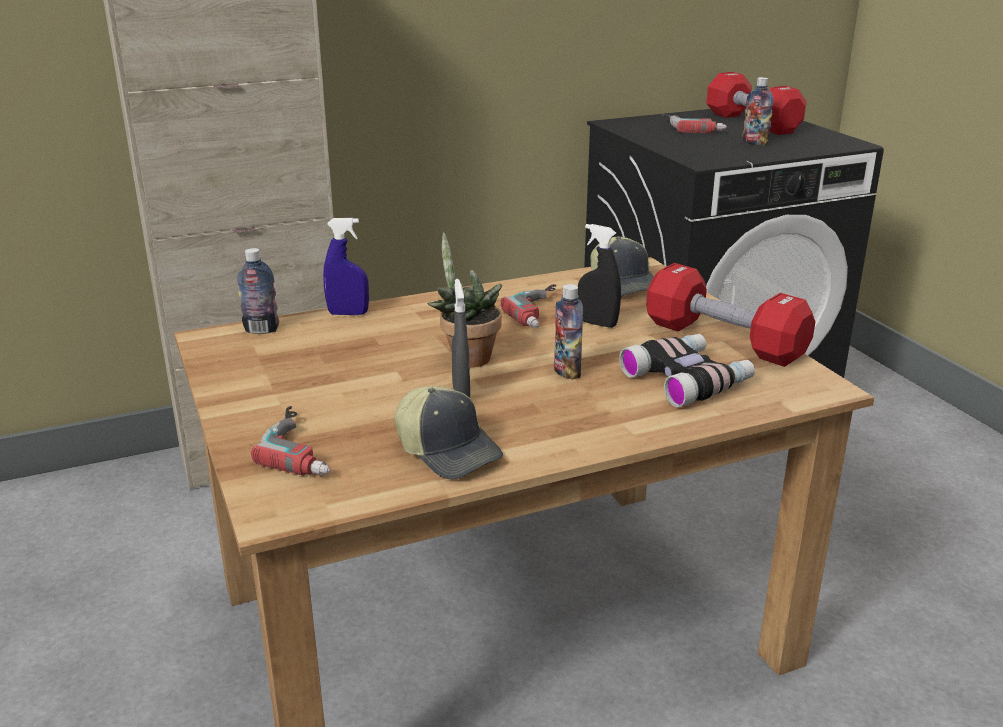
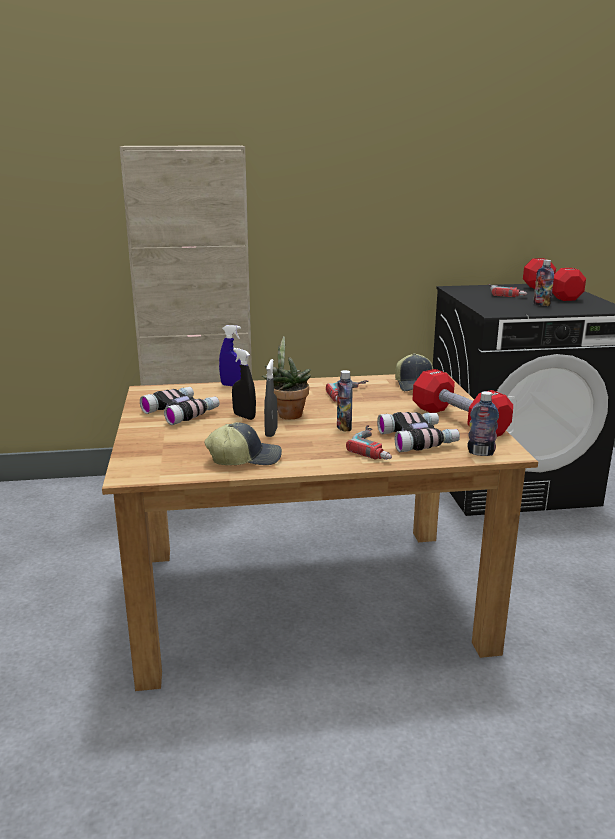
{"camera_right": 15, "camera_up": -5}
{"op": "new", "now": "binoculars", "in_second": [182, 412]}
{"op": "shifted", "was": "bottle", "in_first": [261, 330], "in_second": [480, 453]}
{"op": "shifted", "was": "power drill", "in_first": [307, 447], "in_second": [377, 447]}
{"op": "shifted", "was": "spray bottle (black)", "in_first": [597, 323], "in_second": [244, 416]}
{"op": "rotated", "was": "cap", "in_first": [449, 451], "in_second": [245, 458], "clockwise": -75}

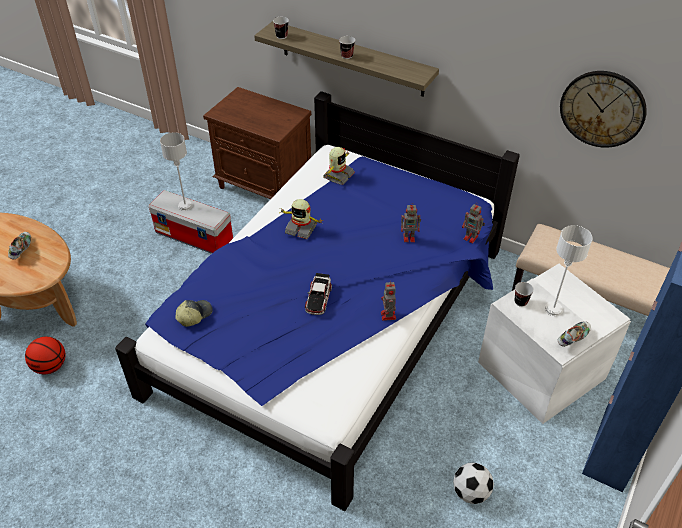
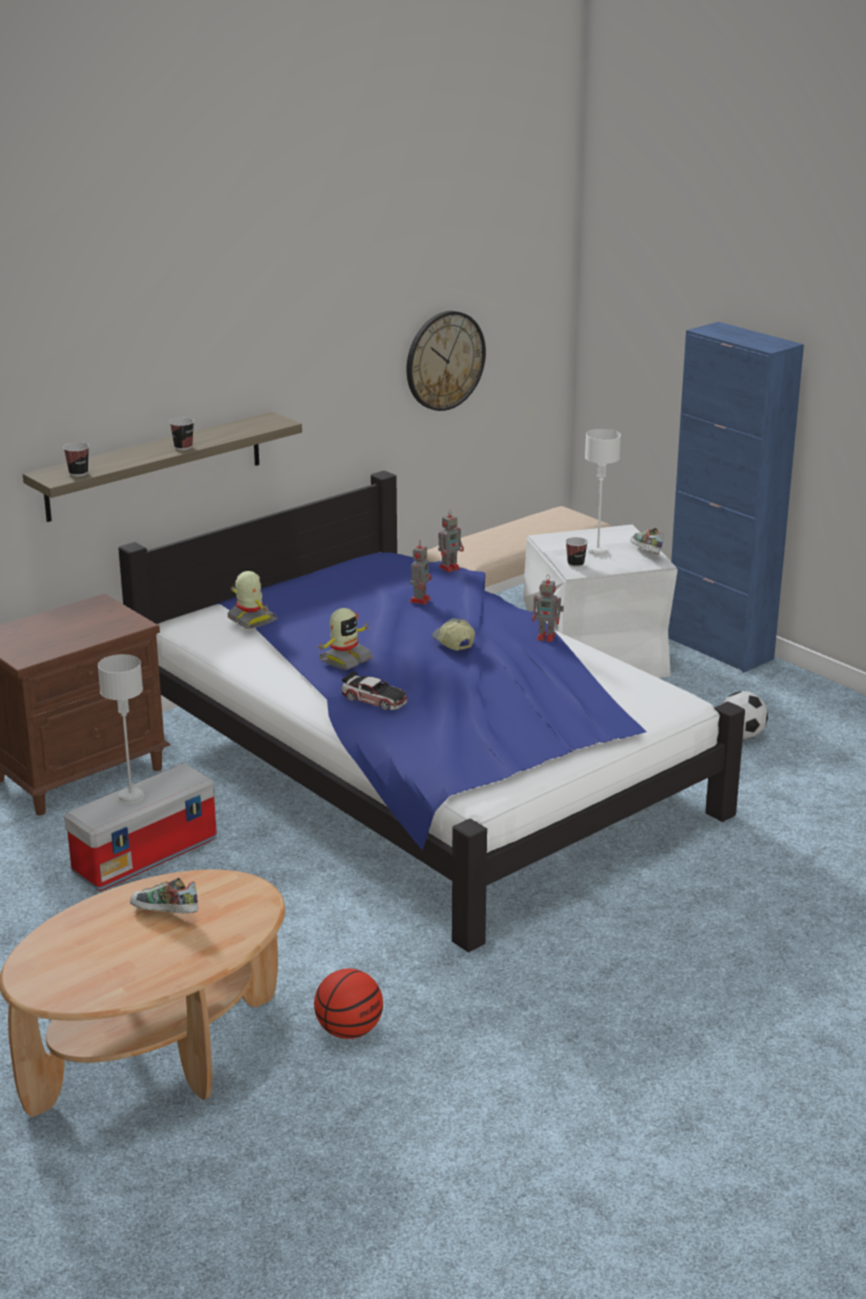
{"camera_right": -70, "camera_up": -20}
{"op": "shifted", "was": "cap", "in_first": [194, 315], "in_second": [453, 642]}
{"op": "shifted", "was": "toy car", "in_first": [318, 298], "in_second": [374, 699]}

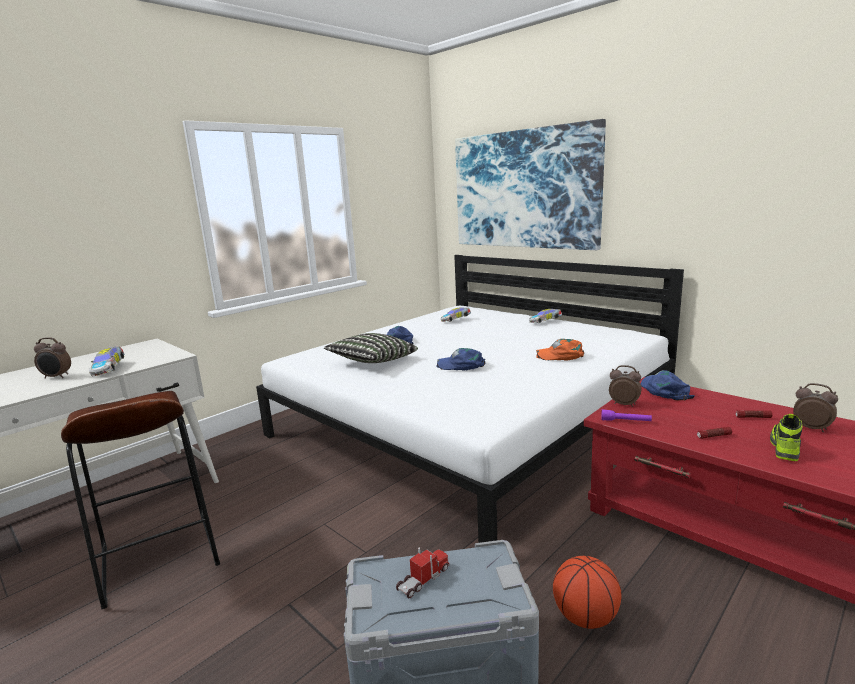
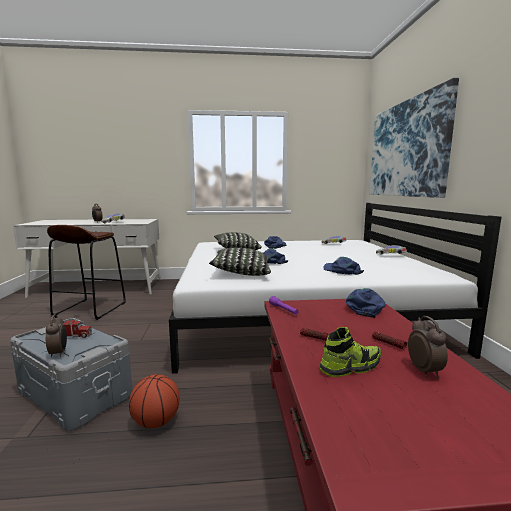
{"camera_right": 40, "camera_up": -5}
{"op": "new", "now": "pillow", "in_second": [241, 273]}
{"op": "shifted", "was": "alarm clock", "in_first": [624, 404], "in_second": [59, 353]}
{"op": "repainted", "was": "cap (orange)", "now": "cap (blue)", "in_first": [561, 356], "in_second": [342, 270]}

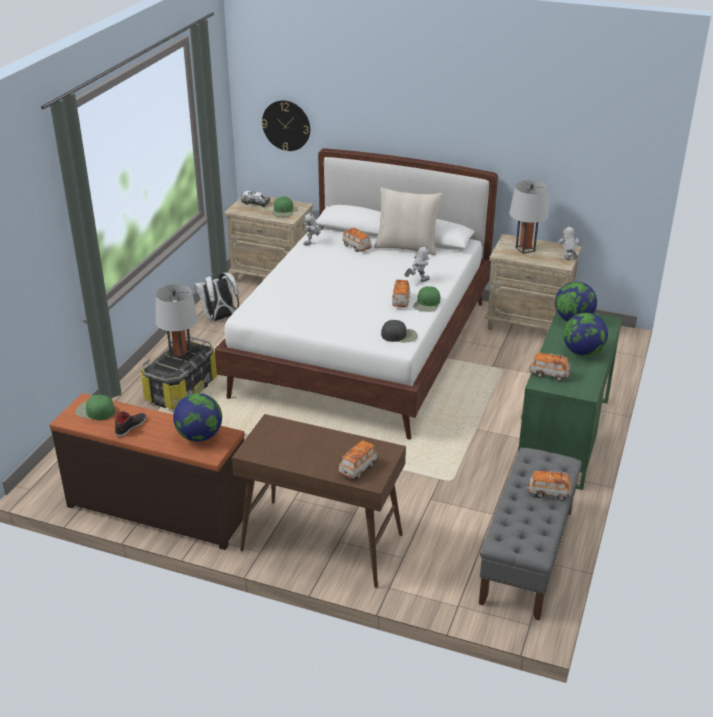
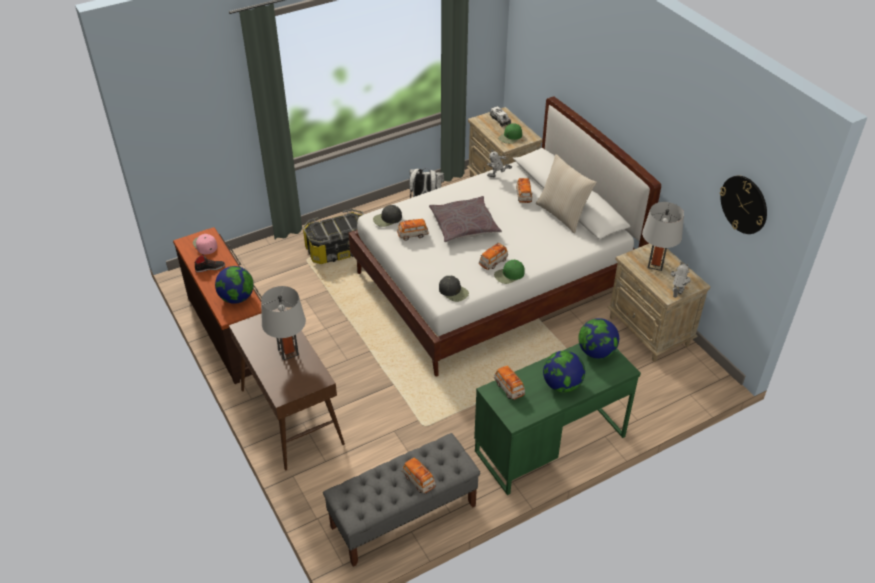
{"camera_right": 40, "camera_up": 10}
{"op": "gone", "was": "toy robot", "in_first": [417, 281]}
{"op": "new", "now": "cap (black)", "in_second": [387, 219]}
{"op": "new", "now": "pillow (grey)", "in_second": [464, 225]}
{"op": "shifted", "was": "table lamp (grey)", "in_first": [180, 355], "in_second": [288, 352]}
{"op": "shifted", "was": "wall clock", "in_first": [286, 125], "in_second": [744, 204]}
{"op": "shifted", "was": "toy car", "in_first": [358, 468], "in_second": [413, 235]}
{"op": "repainted", "was": "cap (green)", "now": "cap (pink)", "in_first": [95, 411], "in_second": [205, 245]}

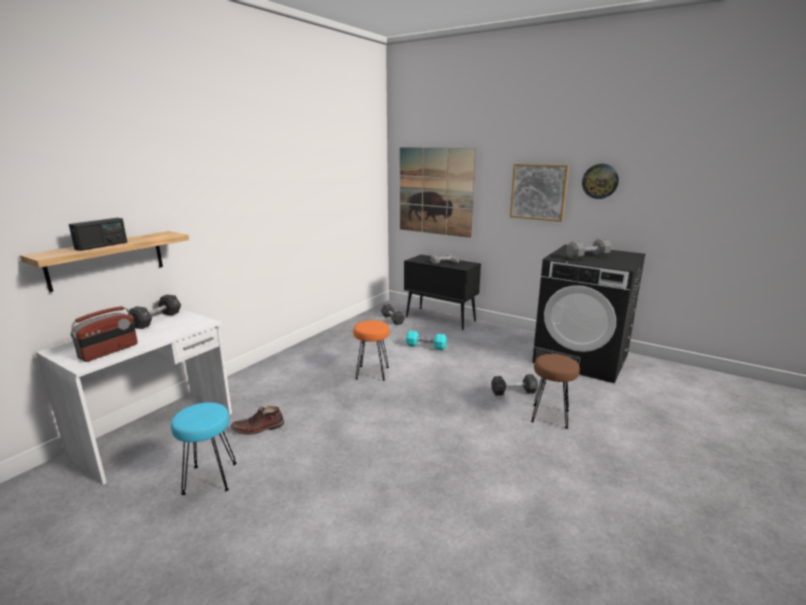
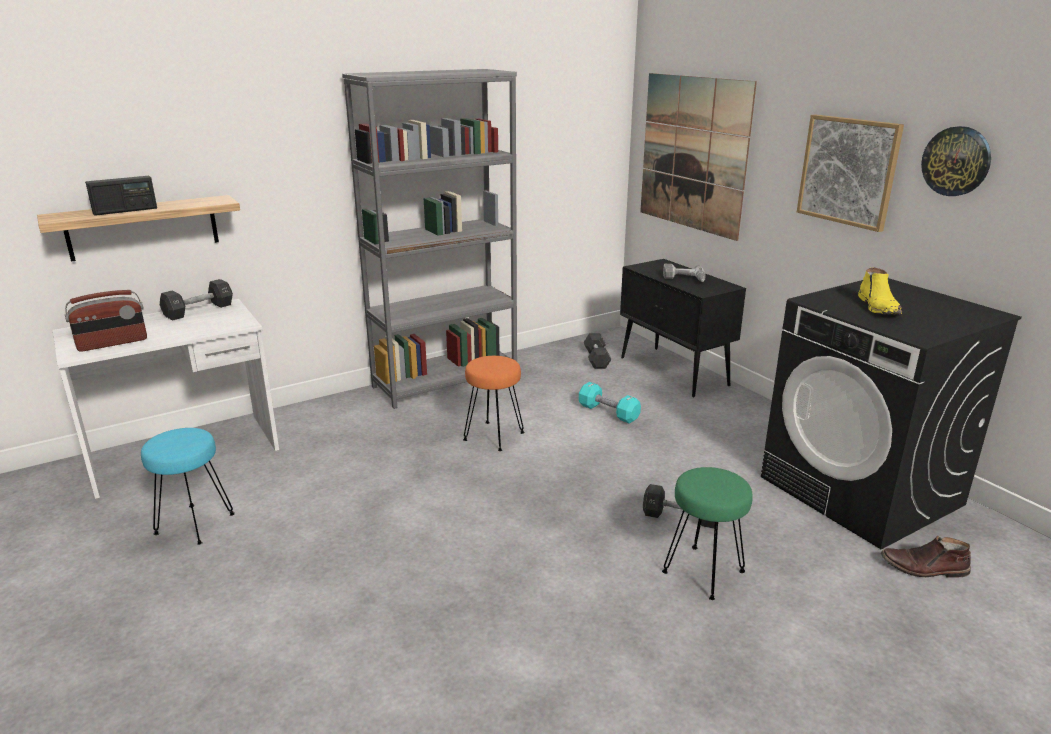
{"camera_right": 25, "camera_up": 5}
{"op": "new", "now": "bookcase (grey)", "in_second": [445, 381]}
{"op": "shifted", "was": "boot (brown)", "in_first": [258, 428], "in_second": [924, 568]}
{"op": "swapped", "was": "dumbbell (grey)", "now": "boot (yellow)", "in_first": [587, 257], "in_second": [879, 307]}
{"op": "repainted", "was": "stool (brown)", "now": "stool (green)", "in_first": [550, 416], "in_second": [704, 573]}

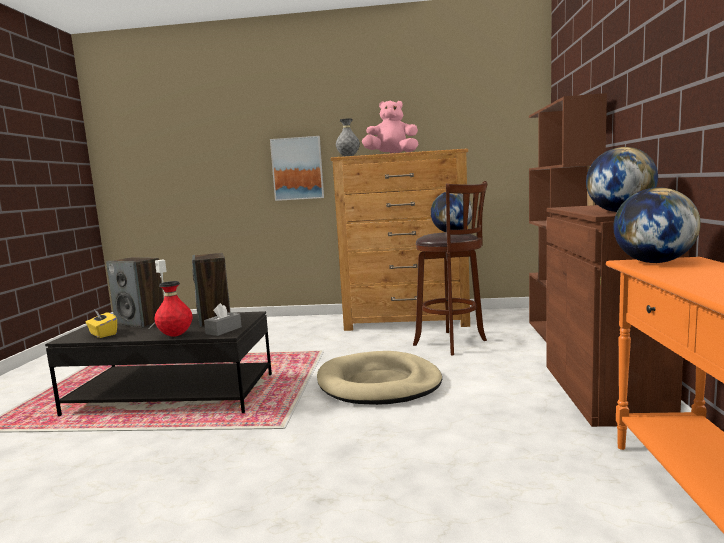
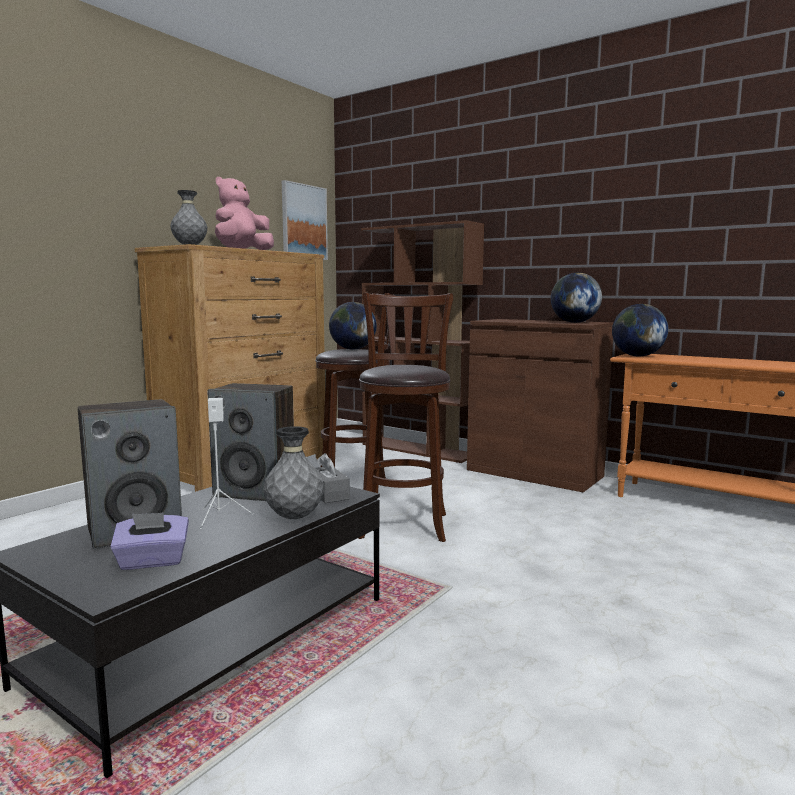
{"camera_right": -60, "camera_up": 0}
{"op": "shifted", "was": "picture", "in_first": [297, 168], "in_second": [303, 222]}
{"op": "swapped", "was": "dog bed (beige)", "now": "stool (brown)", "in_first": [379, 384], "in_second": [404, 523]}
{"op": "repainted", "was": "tissue box (yellow)", "now": "tissue box (purple)", "in_first": [103, 334], "in_second": [152, 561]}
{"op": "repainted", "was": "vase (red)", "now": "vase (grey)", "in_first": [176, 335], "in_second": [294, 517]}

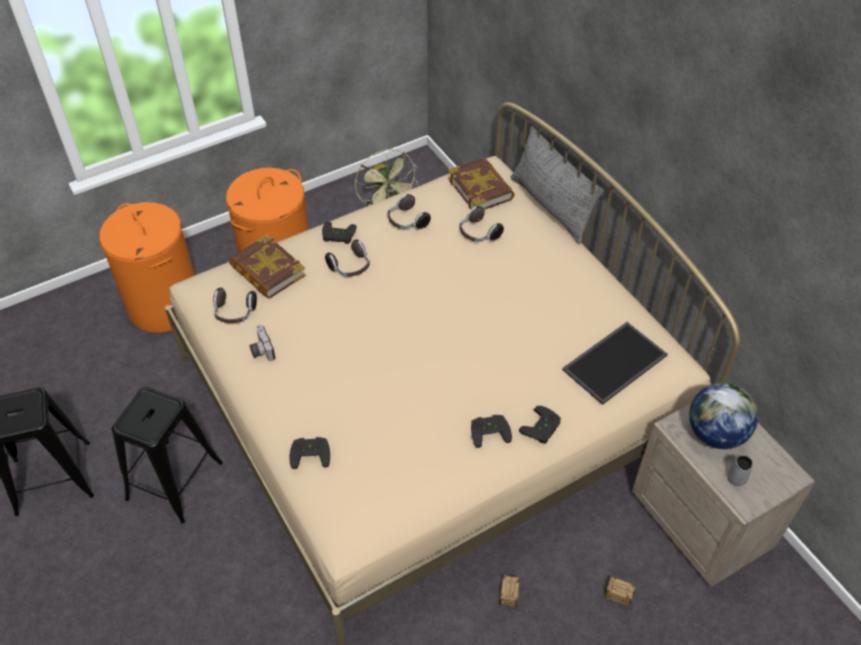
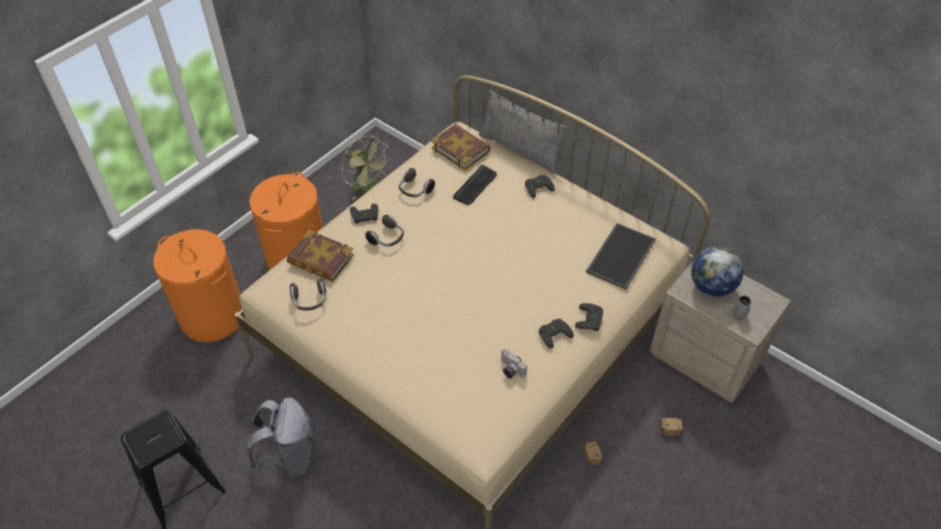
{"camera_right": -20, "camera_up": 0}
{"op": "shifted", "was": "photo camera", "in_first": [261, 350], "in_second": [510, 370]}
{"op": "shifted", "was": "game controller (black)", "in_first": [311, 452], "in_second": [538, 186]}
{"op": "swapped", "was": "stool (black)", "now": "backpack (grey)", "in_first": [174, 481], "in_second": [289, 457]}
{"op": "swapped", "was": "headphones", "now": "keyboard", "in_first": [478, 234], "in_second": [475, 185]}

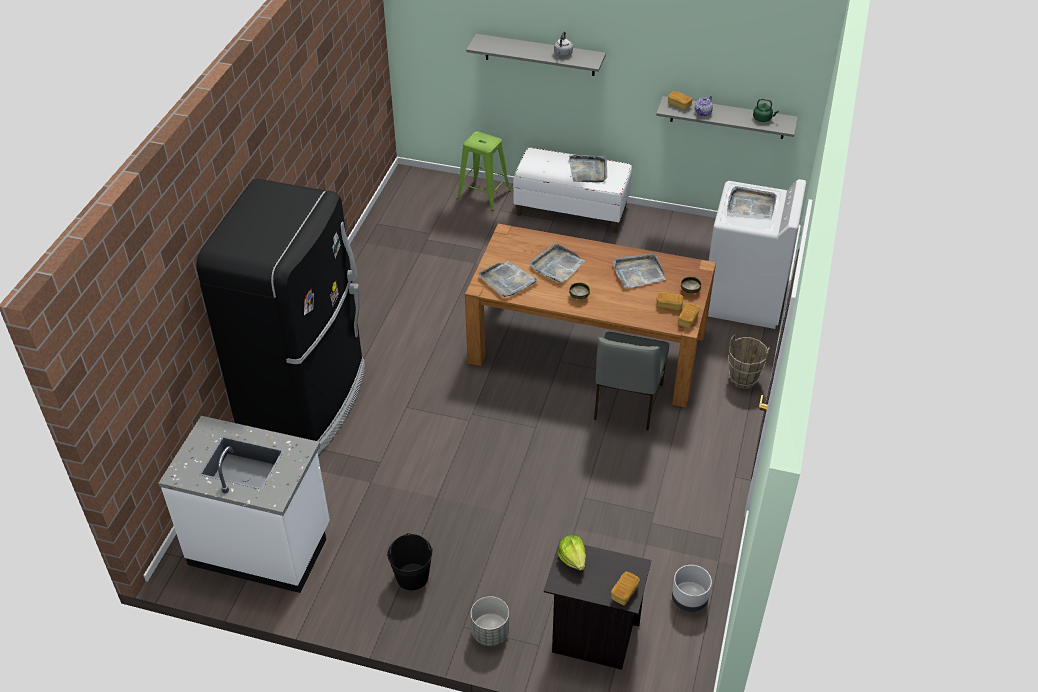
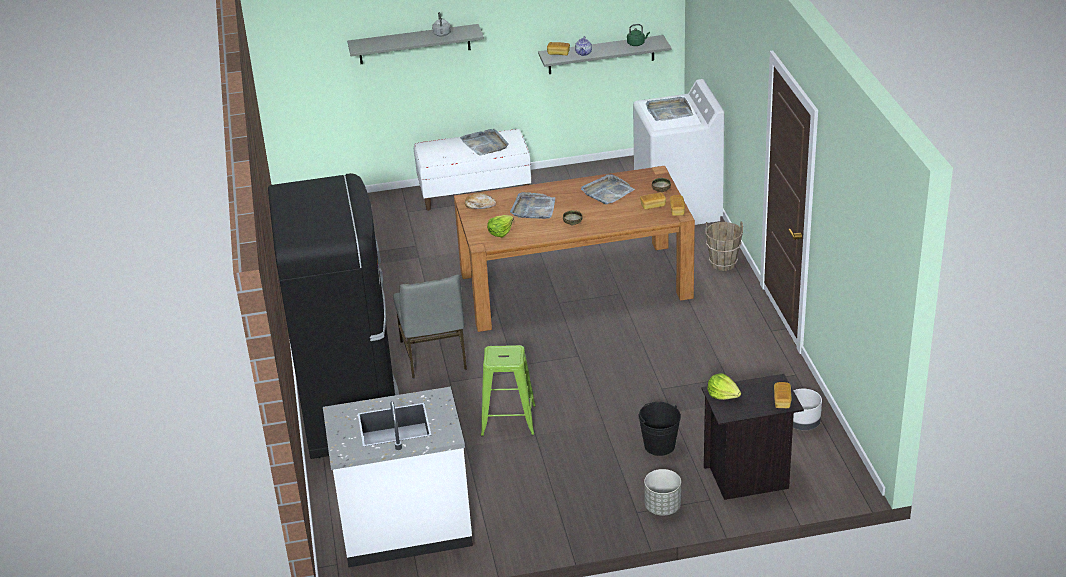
{"camera_right": -25, "camera_up": -10}
{"op": "new", "now": "bread", "in_second": [480, 205]}
{"op": "shifted", "was": "bucket (black)", "in_first": [412, 576], "in_second": [659, 445]}
{"op": "shifted", "was": "stool (green)", "in_first": [484, 195], "in_second": [509, 421]}
{"op": "shifted", "was": "chair (grey)", "in_first": [626, 402], "in_second": [434, 355]}
{"op": "swapped", "was": "tray (grey)", "now": "lettuce", "in_first": [507, 281], "in_second": [500, 232]}

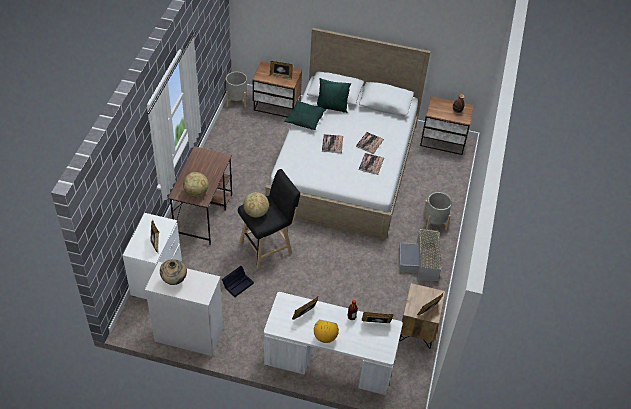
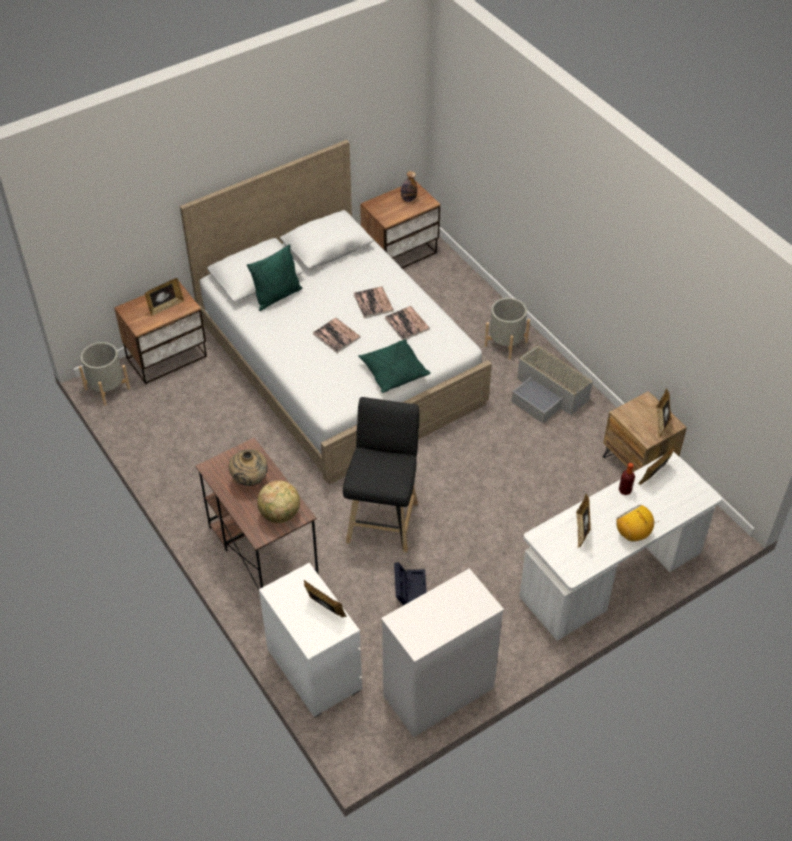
{"camera_right": -45, "camera_up": 0}
{"op": "gone", "was": "globe", "in_first": [256, 213]}
{"op": "shifted", "was": "vase (beige)", "in_first": [174, 280], "in_second": [250, 480]}
{"op": "shifted", "was": "pillow (green)", "in_first": [305, 119], "in_second": [393, 372]}

